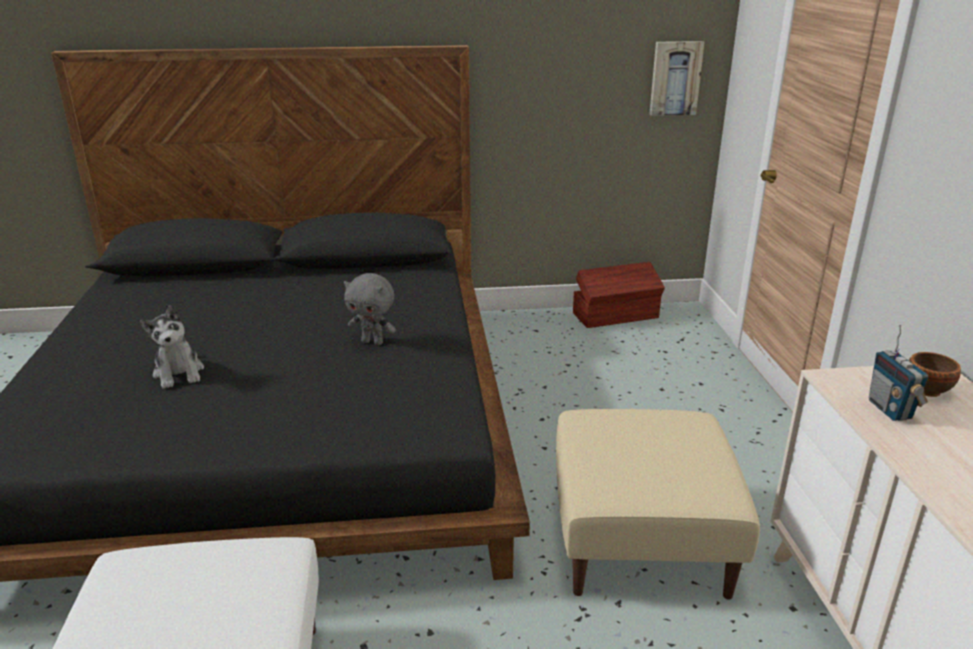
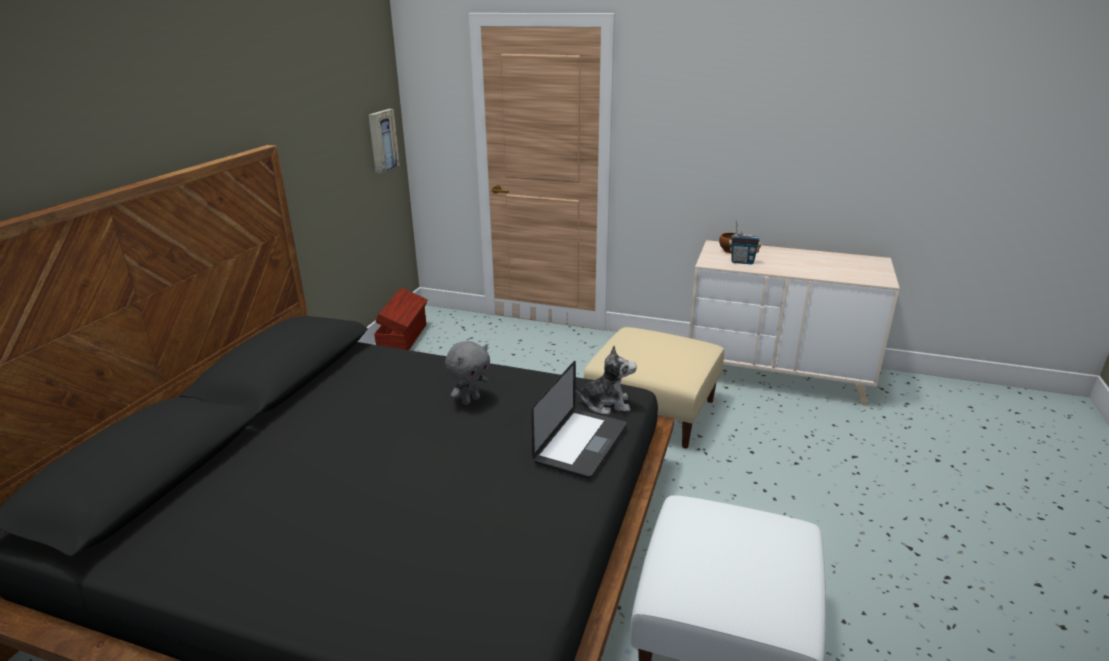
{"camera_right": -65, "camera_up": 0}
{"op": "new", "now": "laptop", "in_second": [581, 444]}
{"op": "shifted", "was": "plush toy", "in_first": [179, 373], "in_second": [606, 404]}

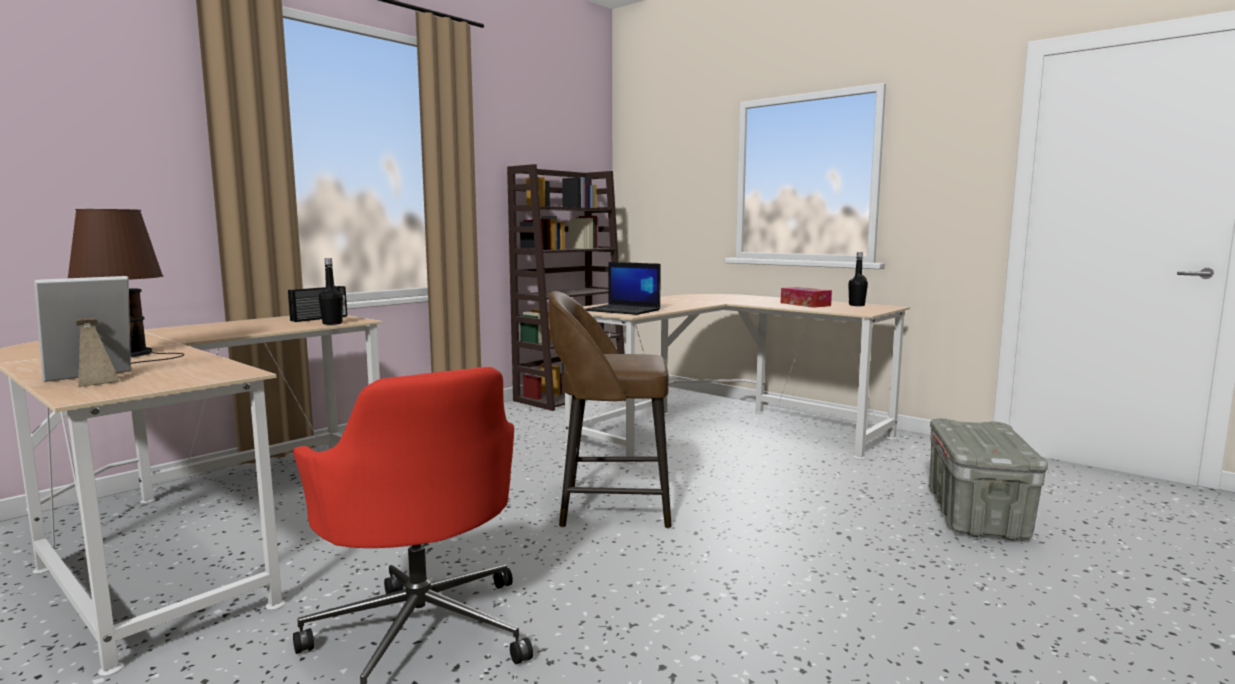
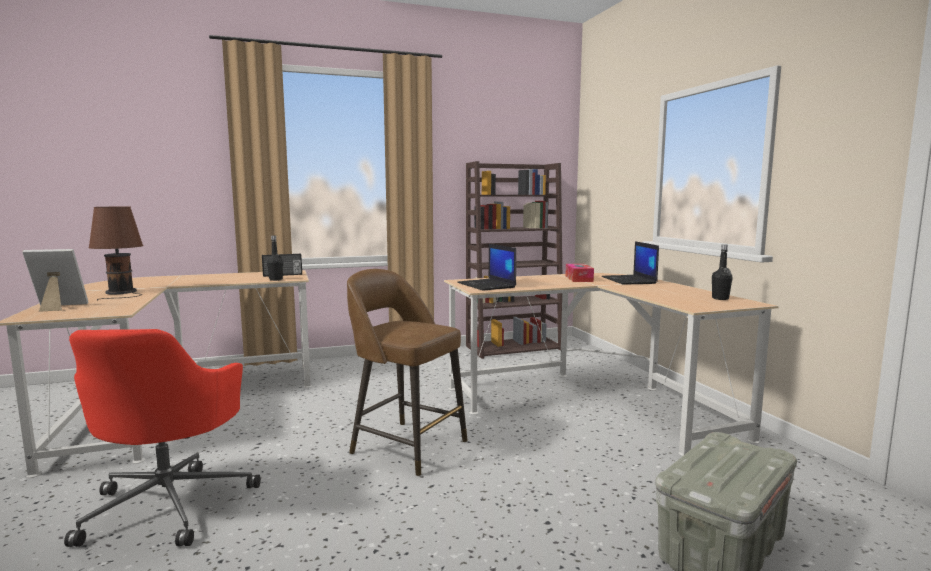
{"camera_right": 30, "camera_up": 0}
{"op": "new", "now": "laptop", "in_second": [629, 280]}
{"op": "shifted", "was": "tissue box", "in_first": [805, 304], "in_second": [579, 278]}

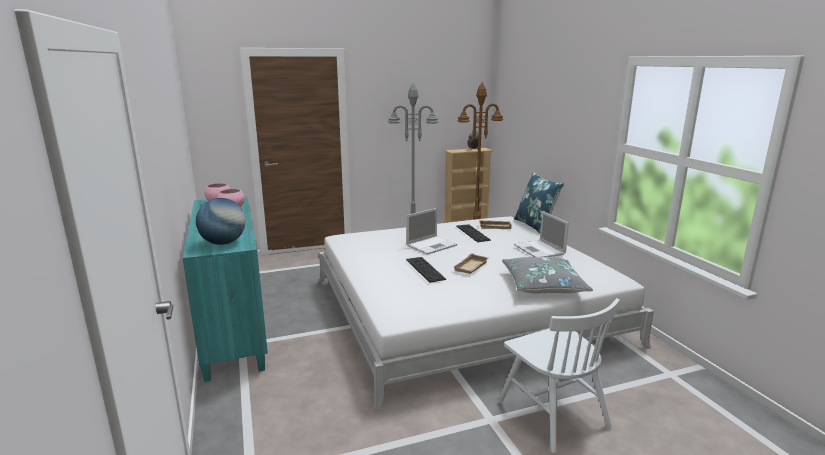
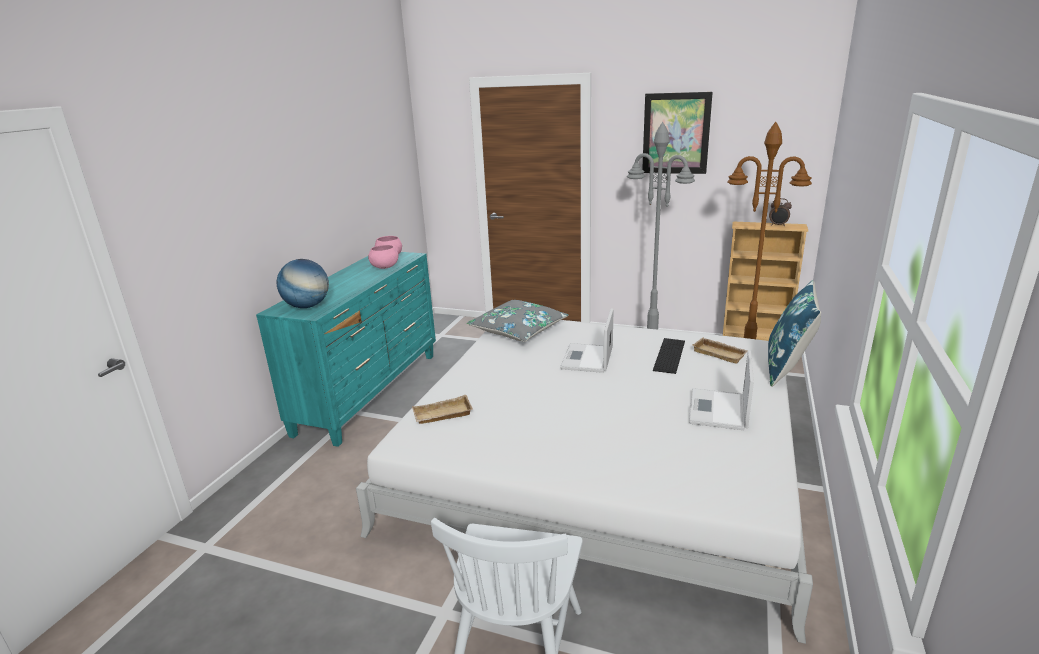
{"camera_right": 40, "camera_up": 5}
{"op": "gone", "was": "keyboard", "in_first": [425, 269]}
{"op": "new", "now": "picture", "in_second": [676, 133]}
{"op": "shifted", "was": "tray (beige)", "in_first": [472, 267], "in_second": [442, 415]}
{"op": "shifted", "was": "pillow (grey)", "in_first": [543, 285], "in_second": [518, 330]}
{"op": "rotated", "was": "laptop", "in_first": [432, 245], "in_second": [587, 359], "clockwise": 105}

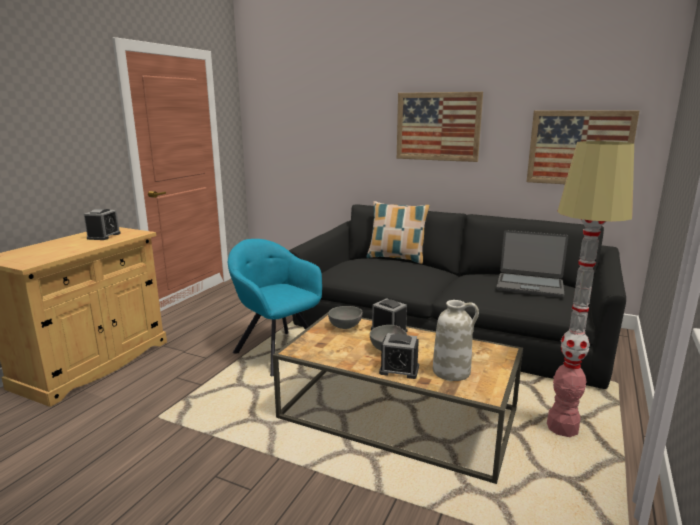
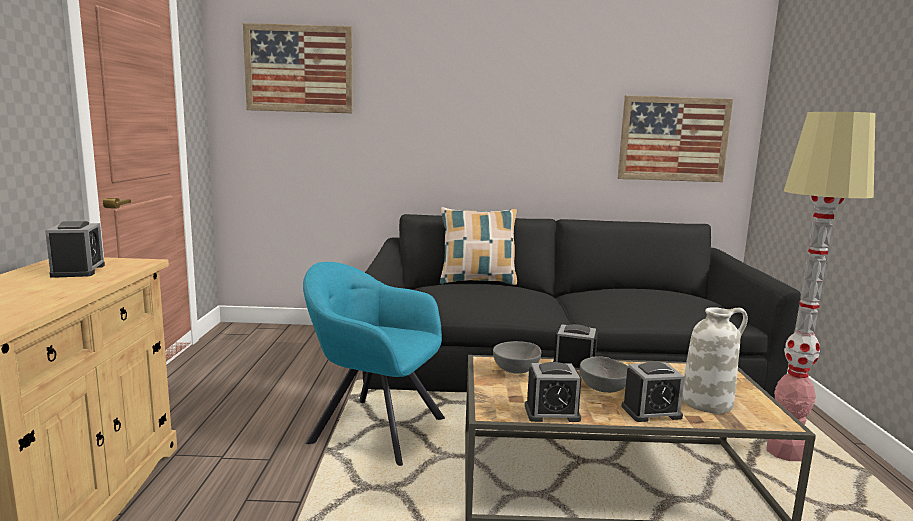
{"camera_right": -25, "camera_up": -5}
{"op": "gone", "was": "laptop", "in_first": [529, 285]}
{"op": "new", "now": "alarm clock", "in_second": [552, 413]}
{"op": "shifted", "was": "picture", "in_first": [438, 126], "in_second": [299, 69]}

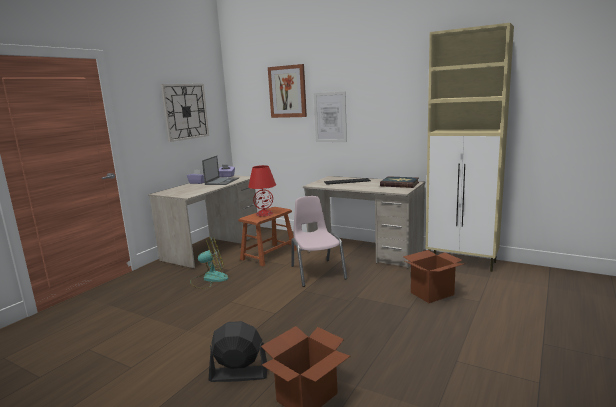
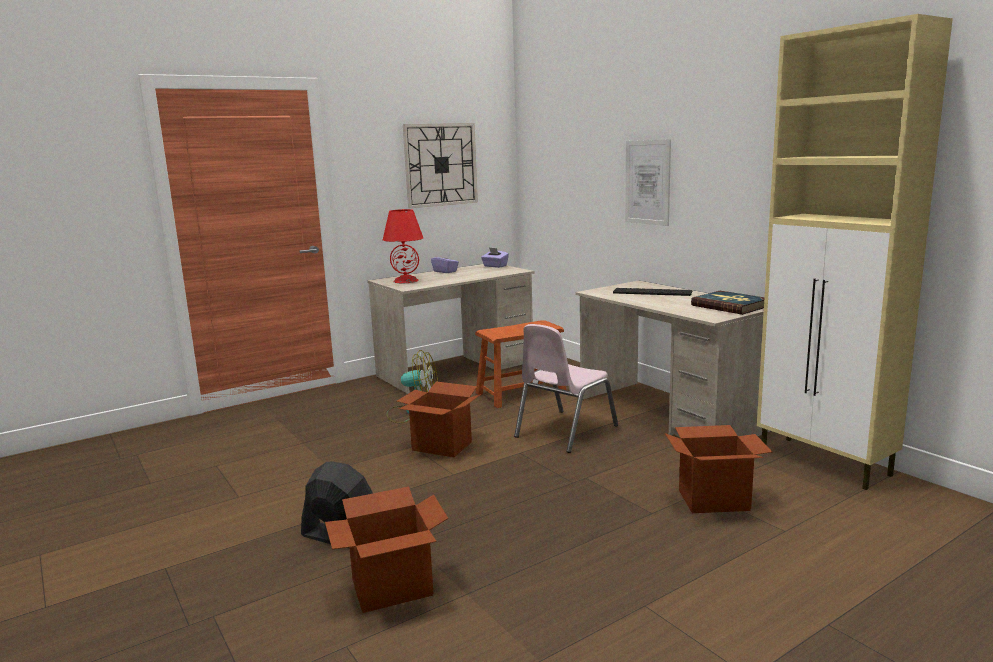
{"camera_right": 25, "camera_up": 0}
{"op": "gone", "was": "laptop", "in_first": [222, 181]}
{"op": "gone", "was": "picture", "in_first": [287, 91]}
{"op": "new", "now": "cardboard box", "in_second": [441, 446]}
{"op": "shifted", "was": "table lamp (red)", "in_first": [264, 213], "in_second": [406, 281]}
{"op": "rotated", "was": "chair (pink)", "in_first": [317, 272], "in_second": [565, 431], "clockwise": -150}

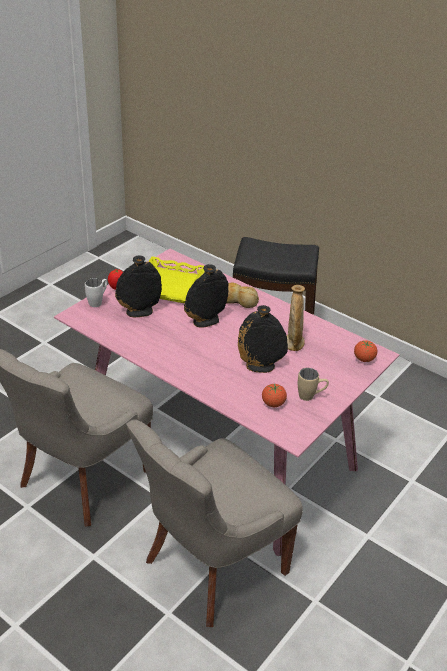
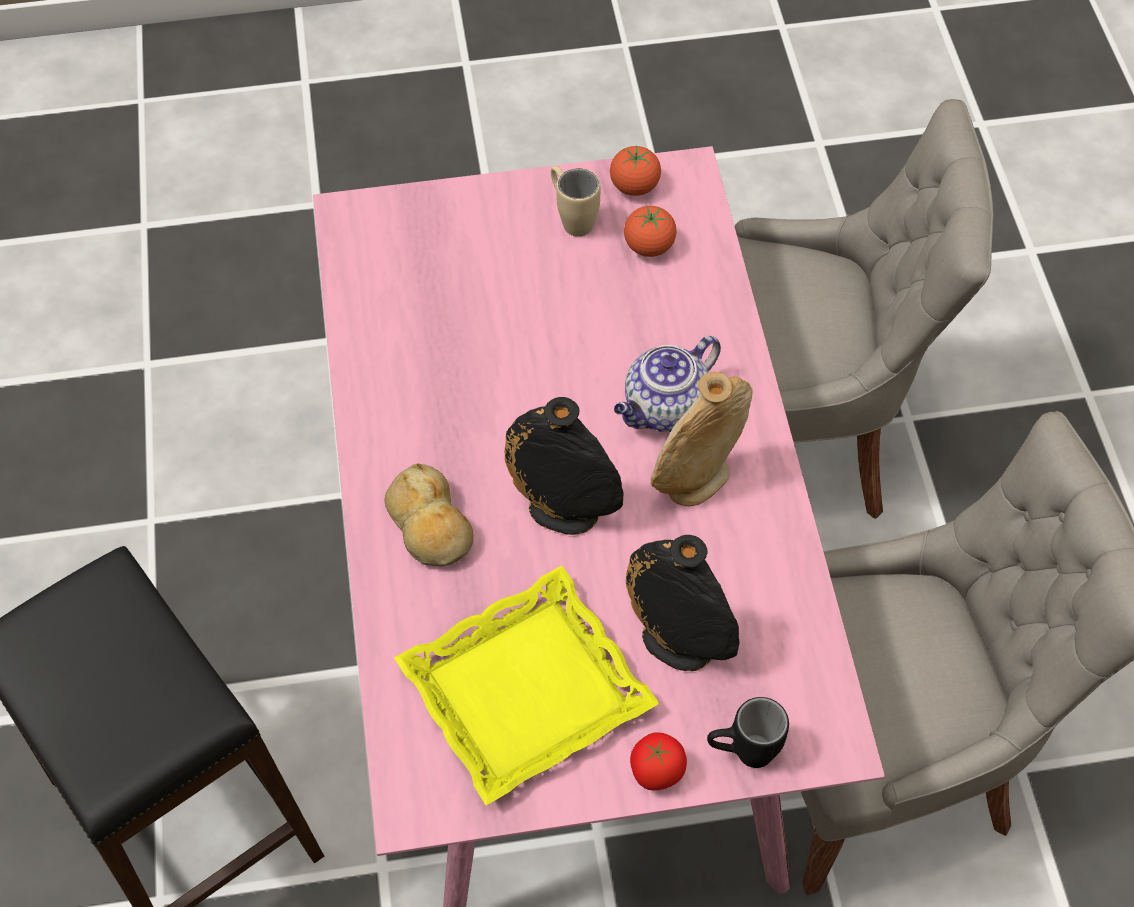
{"camera_right": -135, "camera_up": 20}
{"op": "gone", "was": "vase (black)", "in_first": [260, 366]}
{"op": "new", "now": "teapot", "in_second": [665, 409]}
{"op": "shifted", "was": "vase (beige)", "in_first": [294, 342], "in_second": [697, 481]}
{"op": "shifted", "was": "tomato", "in_first": [364, 359], "in_second": [634, 186]}
{"op": "repainted", "was": "mug (white)", "now": "mug (black)", "in_first": [98, 301], "in_second": [742, 753]}

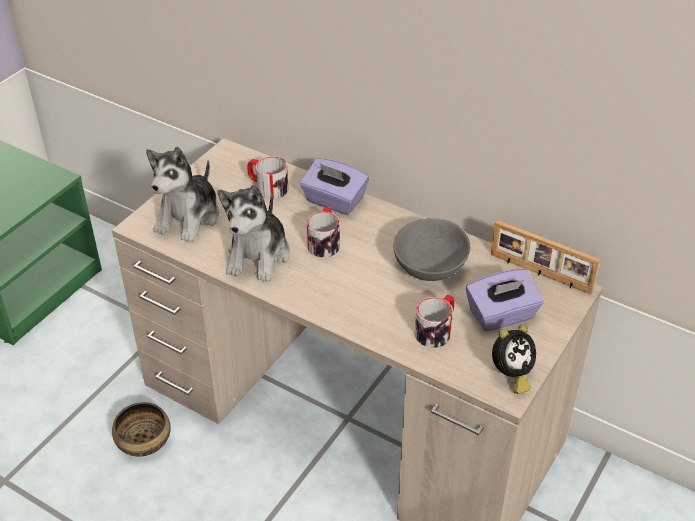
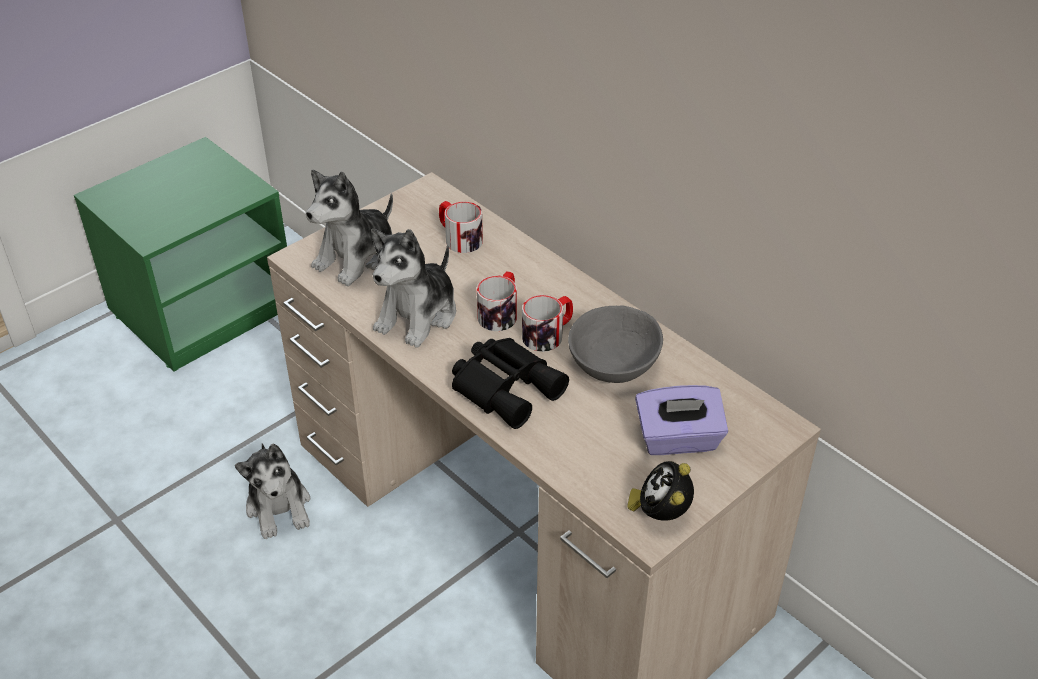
{"camera_right": 15, "camera_up": 0}
{"op": "gone", "was": "tissue box (purple)", "in_first": [334, 201]}
{"op": "gone", "was": "picture frame", "in_first": [539, 274]}
{"op": "new", "now": "binoculars (black)", "in_second": [507, 386]}
{"op": "shifted", "was": "mug", "in_first": [436, 330], "in_second": [548, 334]}
{"op": "swapped", "was": "bowl", "now": "plush toy", "in_first": [144, 440], "in_second": [279, 507]}
{"op": "rotated", "was": "alarm clock", "in_first": [510, 375], "in_second": [660, 513], "clockwise": 120}

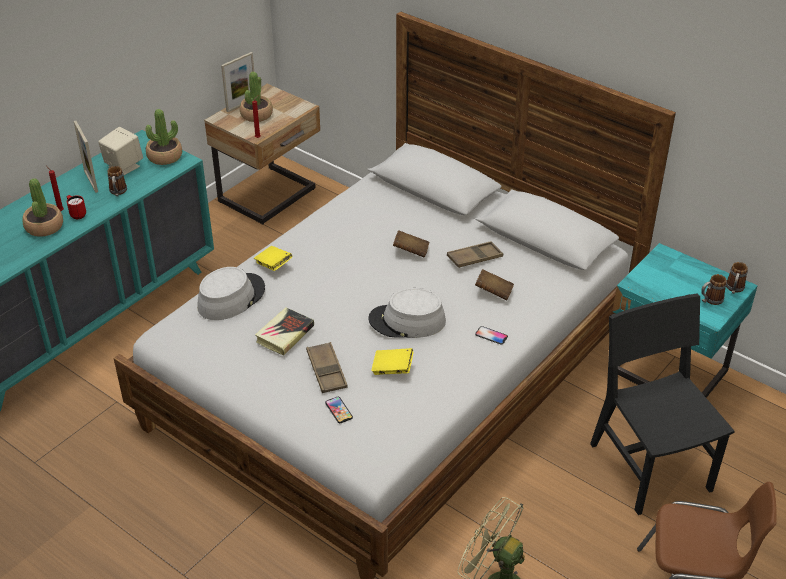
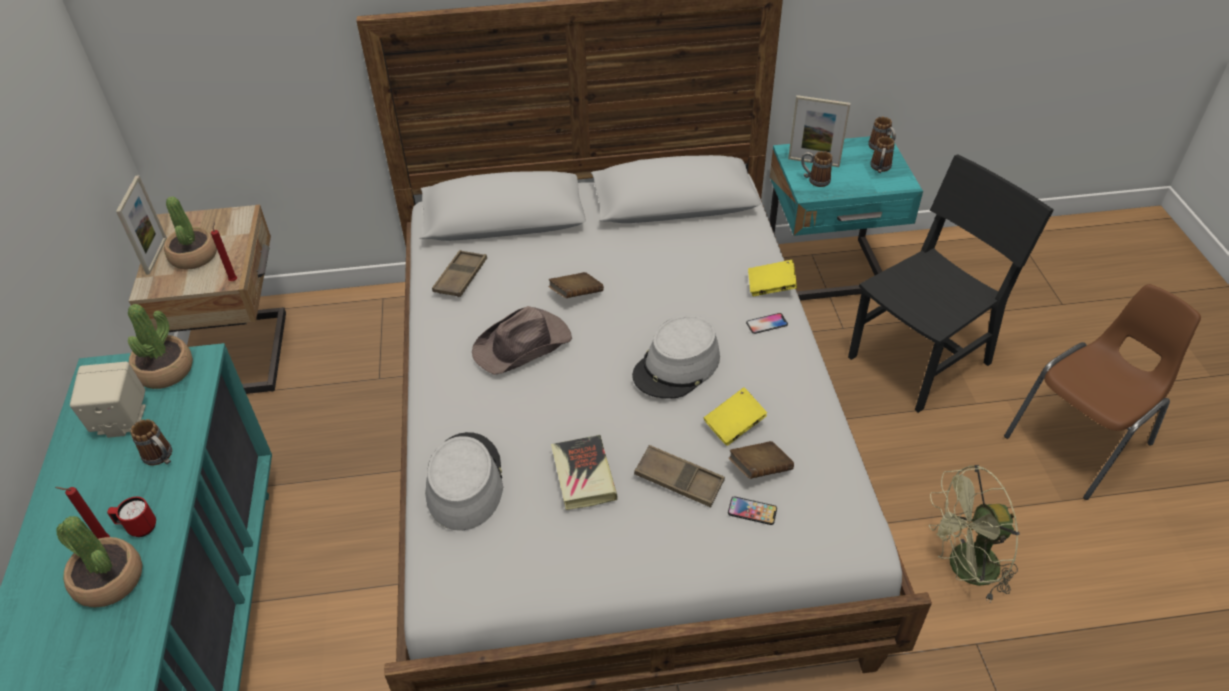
{"camera_right": -45, "camera_up": 5}
{"op": "new", "now": "hat (brown)", "in_second": [523, 345]}
{"op": "new", "now": "mug", "in_second": [814, 180]}
{"op": "shifted", "was": "picture frame", "in_first": [91, 181], "in_second": [813, 162]}
{"op": "shifted", "was": "book (yellow)", "in_first": [273, 265], "in_second": [771, 287]}
{"op": "shifted", "was": "tray (brown)", "in_first": [474, 258], "in_second": [460, 277]}
{"op": "shifted", "was": "book (brown)", "in_first": [493, 292], "in_second": [759, 469]}
{"op": "rotated", "was": "chair (black)", "in_first": [650, 466], "in_second": [919, 360], "clockwise": 120}

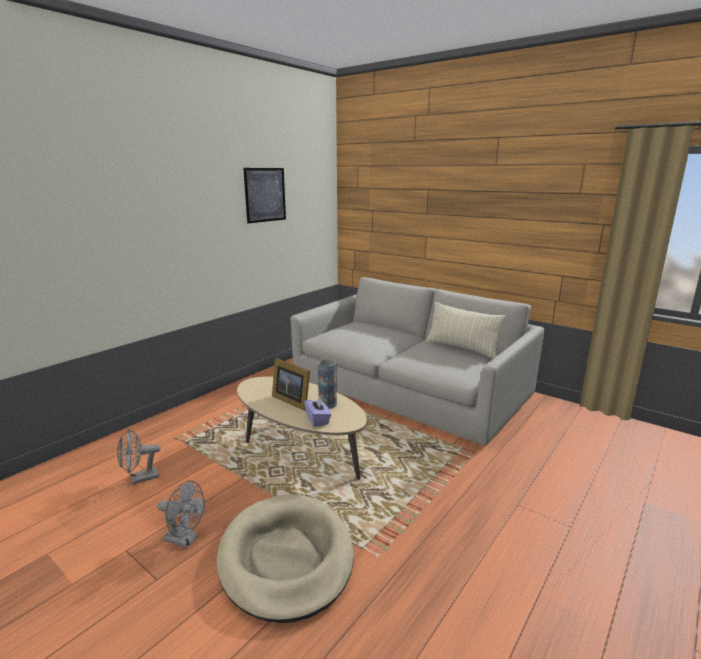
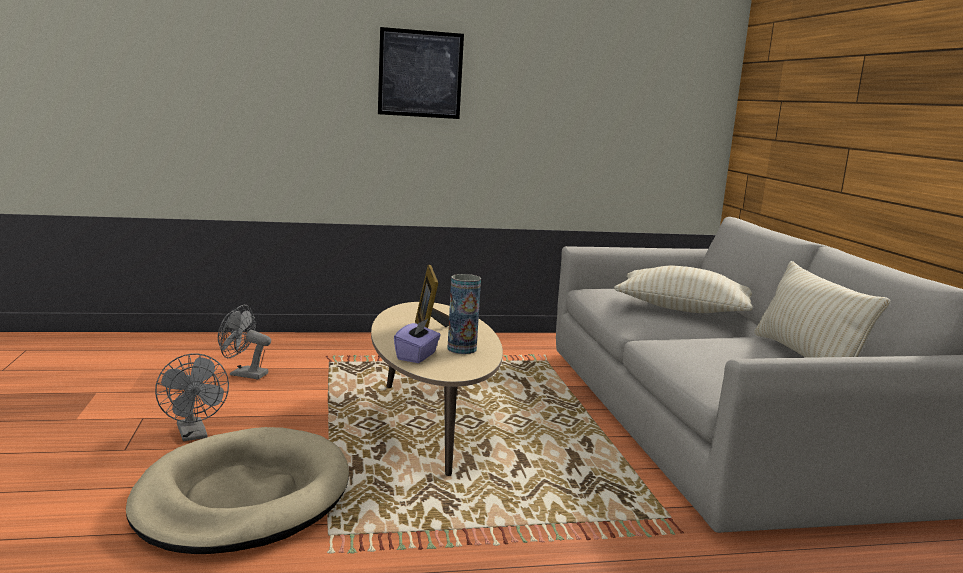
{"camera_right": 40, "camera_up": -5}
{"op": "new", "now": "pillow (beige)", "in_second": [683, 309]}
{"op": "shifted", "was": "picture", "in_first": [265, 195], "in_second": [420, 74]}

